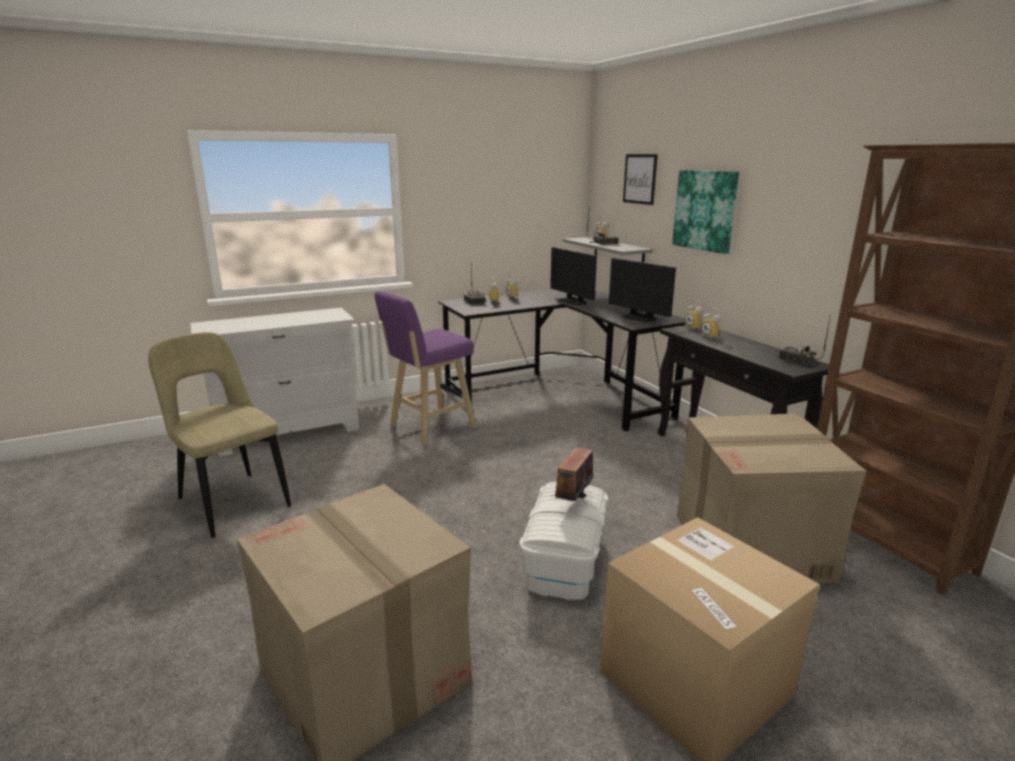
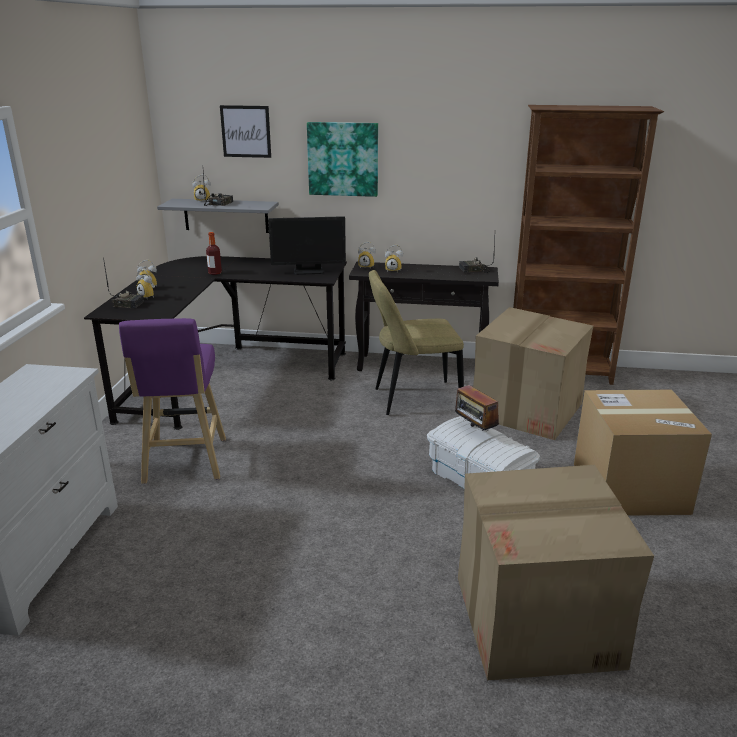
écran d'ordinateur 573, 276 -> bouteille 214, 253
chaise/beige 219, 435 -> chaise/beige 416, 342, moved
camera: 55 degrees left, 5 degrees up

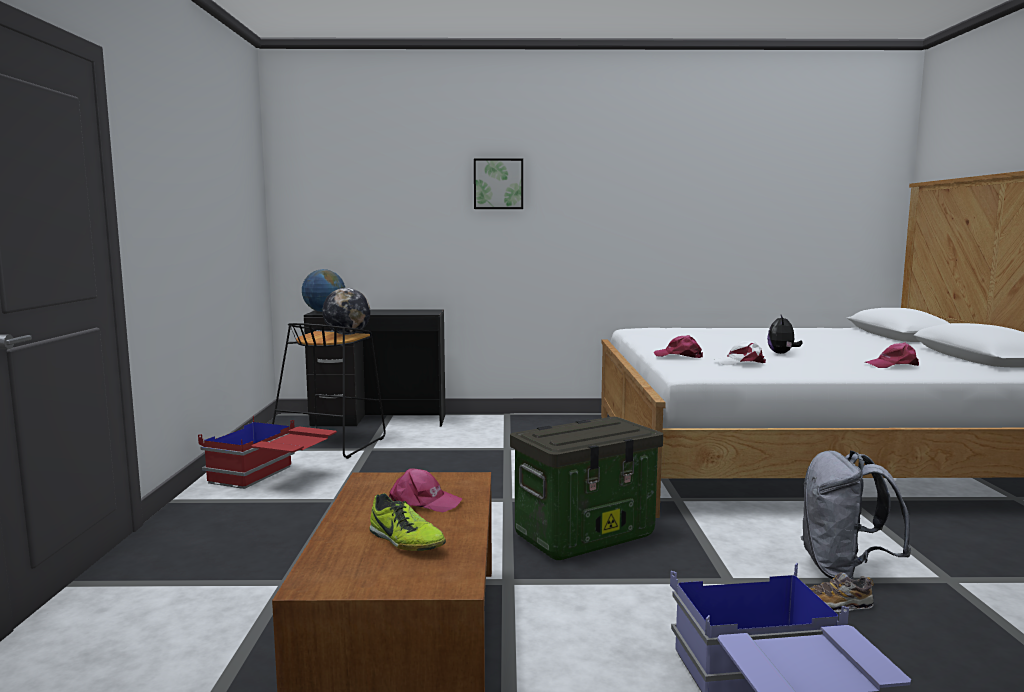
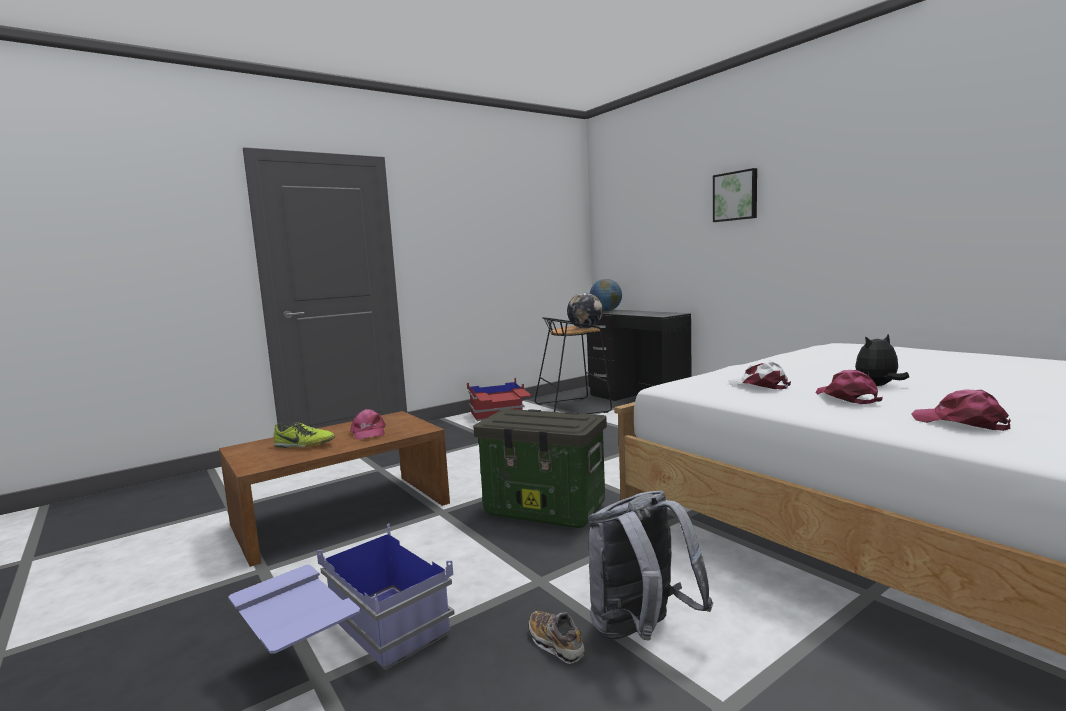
chaussure 408, 522 -> chaussure 304, 435, 90 degrees counterclockwise
casquette/rose 678, 346 -> casquette/rose 849, 387, moved
camera: 55 degrees right, 0 degrees up

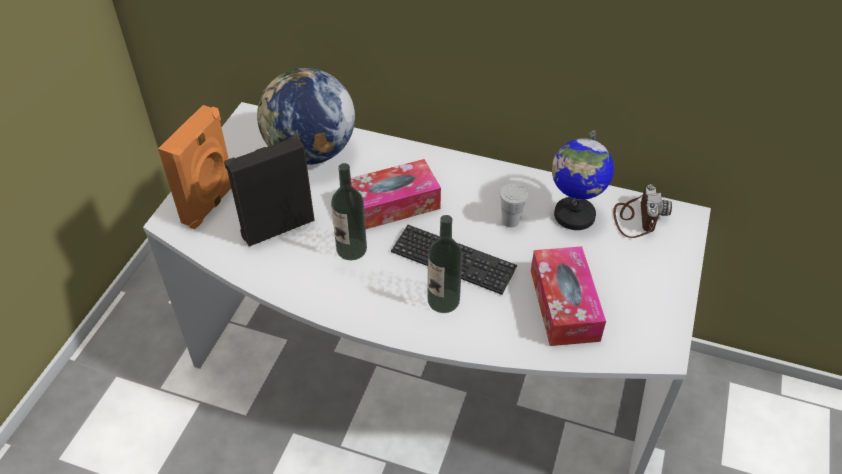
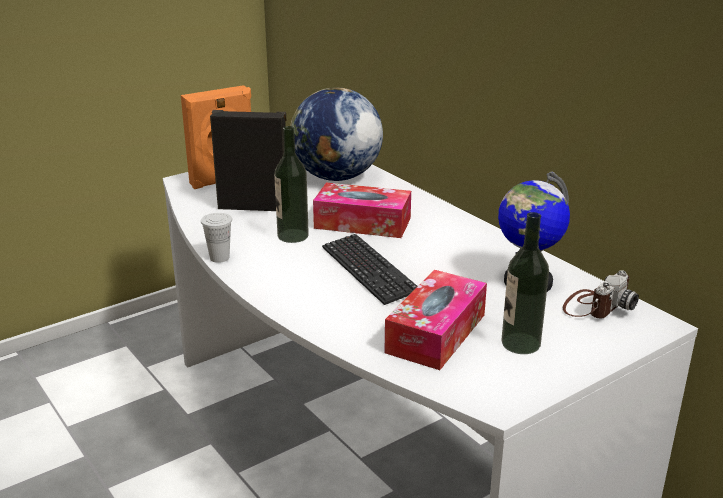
tasse/blanc 513, 205 -> tasse/blanc 216, 238, moved
bouteille 445, 264 -> bouteille 525, 283, moved
camera: 35 degrees right, 20 degrees down

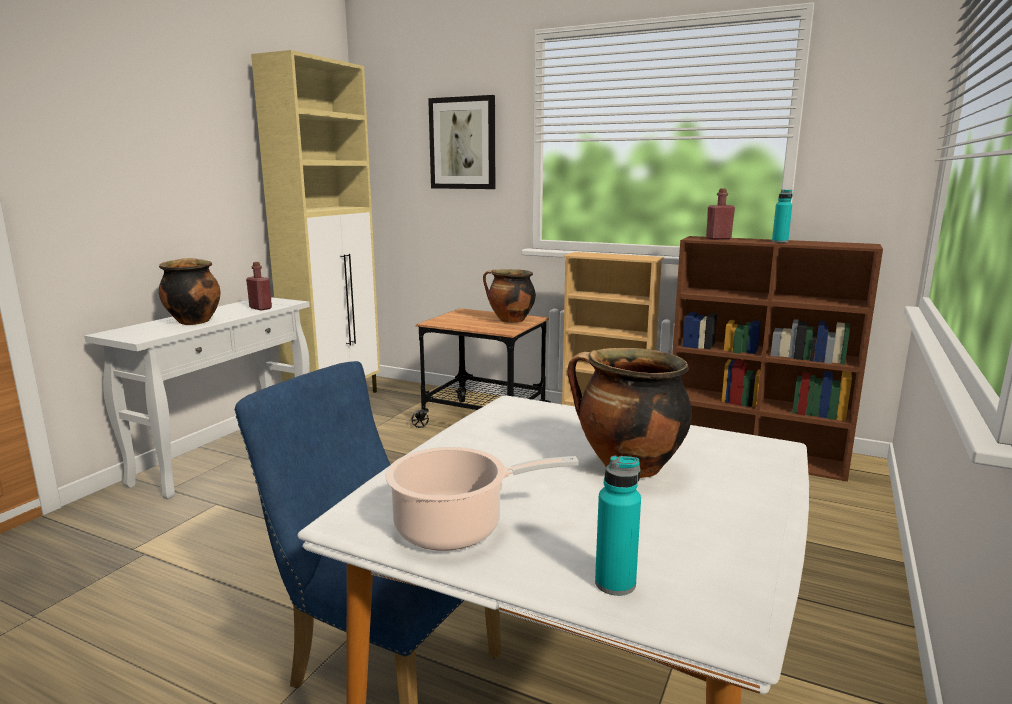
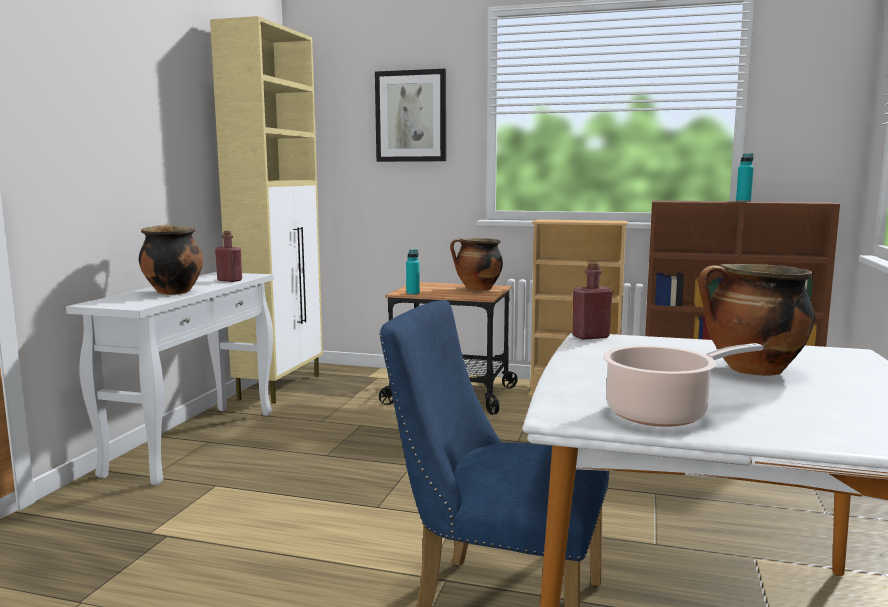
bouteille/turquoise 618, 526 -> bouteille/turquoise 413, 272, moved
bouteille/rouge 720, 214 -> bouteille/rouge 592, 301, moved
camera: 10 degrees left, 5 degrees down

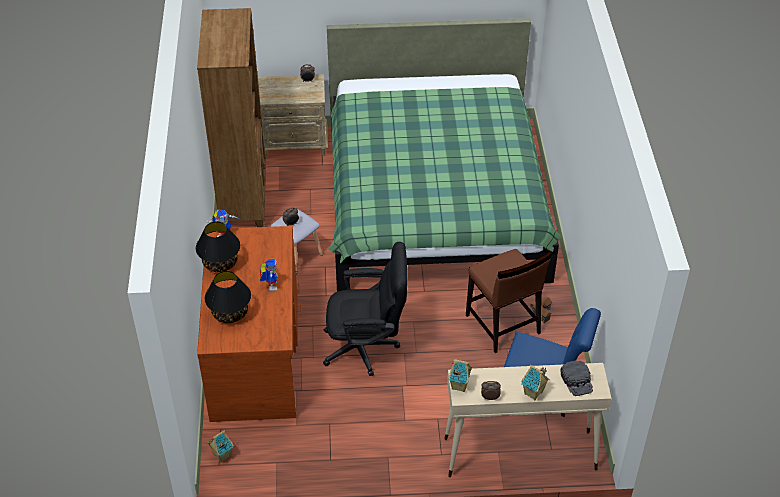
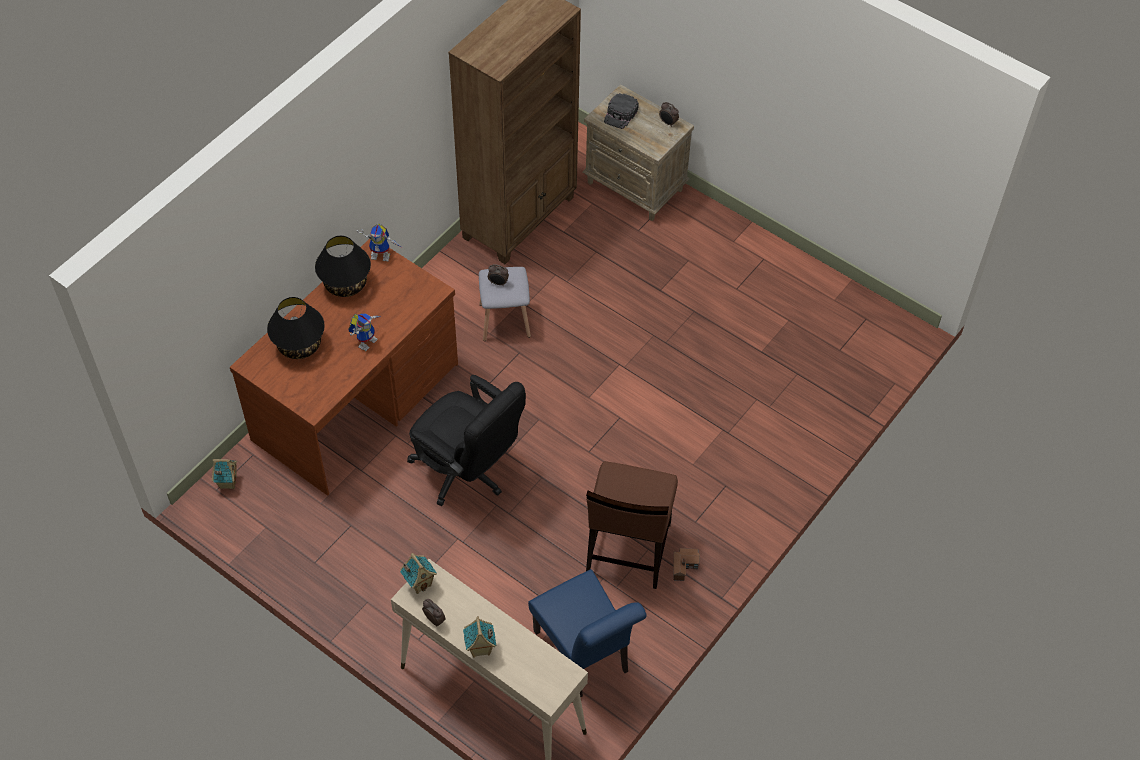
casquette/noir 576, 378 -> casquette/noir 621, 111, moved
lit/vert 444, 155 -> none
camera: 40 degrees right, 10 degrees up

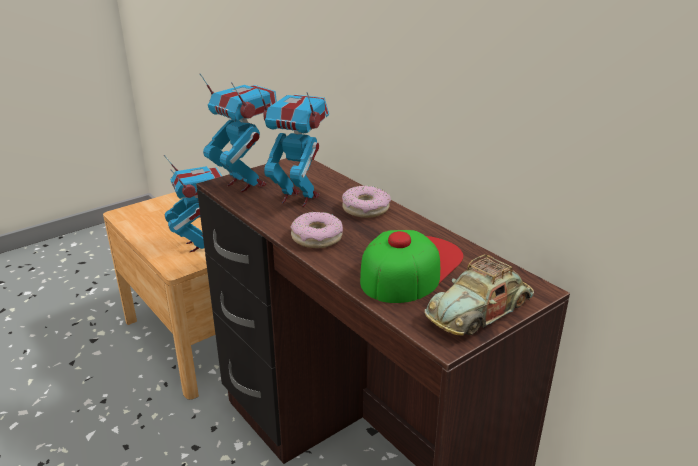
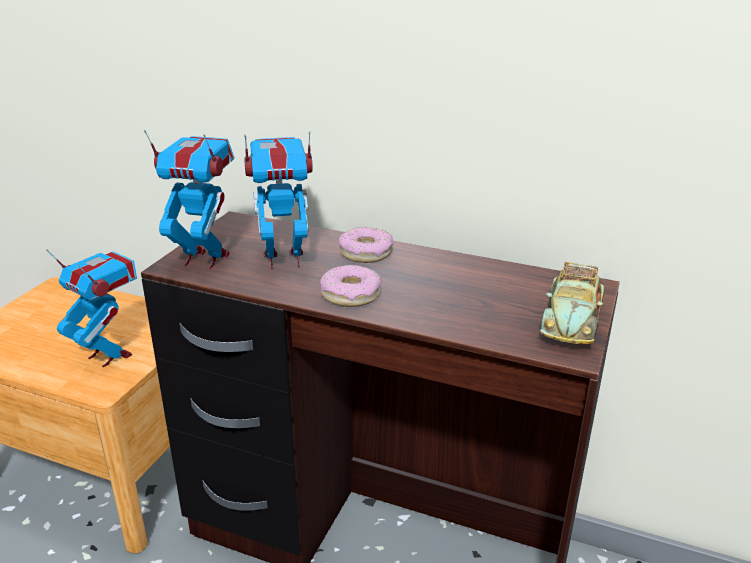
casquette 411, 266 -> none
camera: 30 degrees left, 0 degrees up

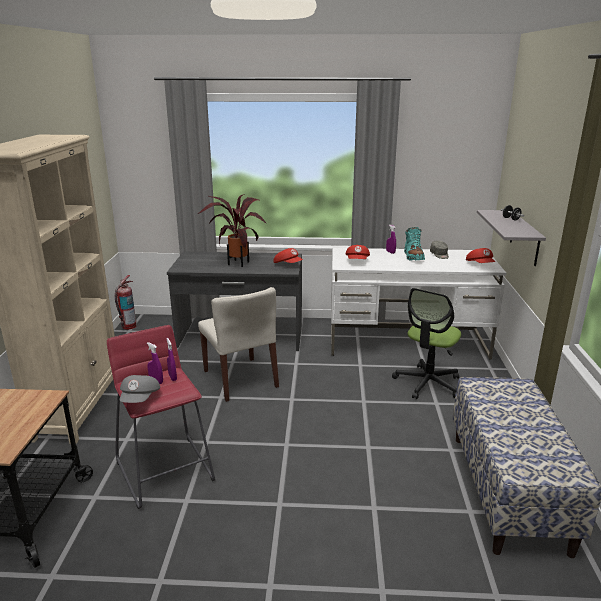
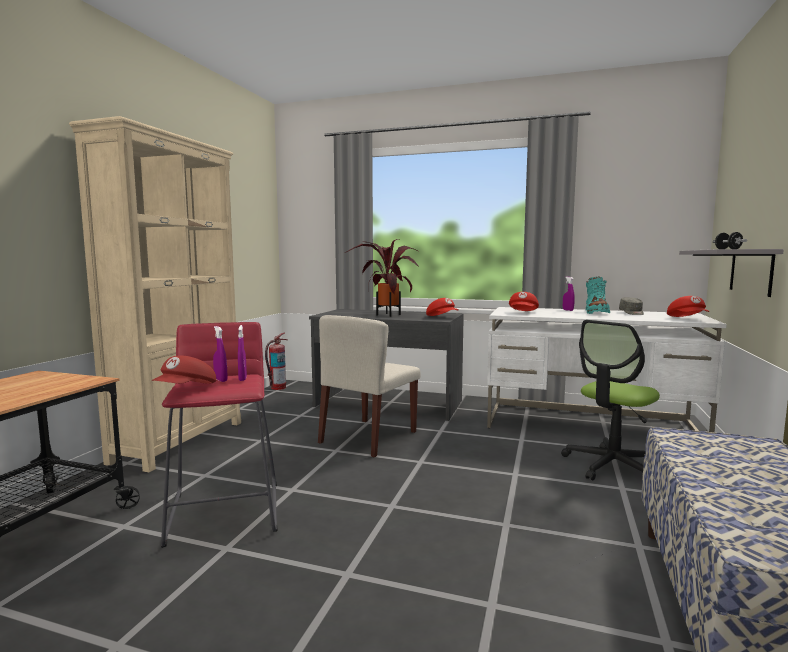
casquette/gris 139, 389 -> casquette/rouge 184, 369
chaise/beige 238, 344 -> chaise/beige 369, 386, 45 degrees clockwise
camera: 15 degrees right, 15 degrees down

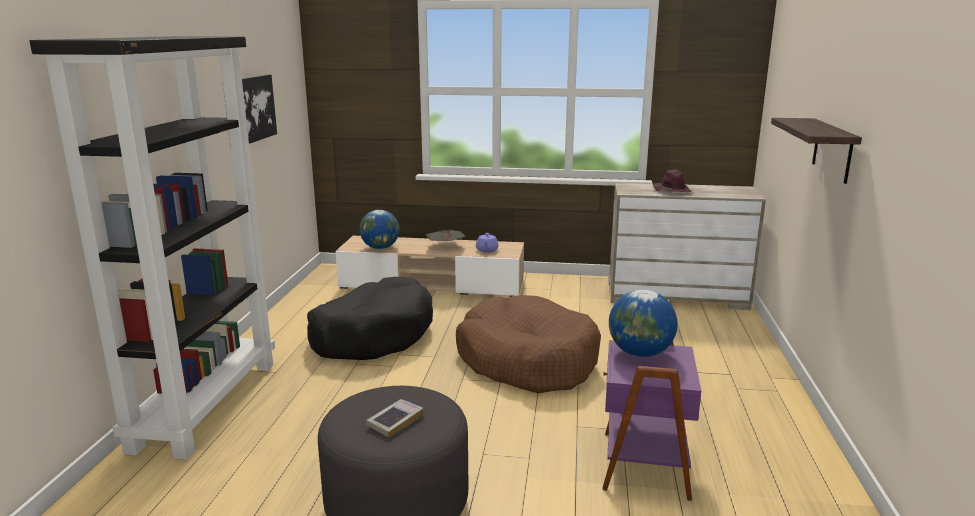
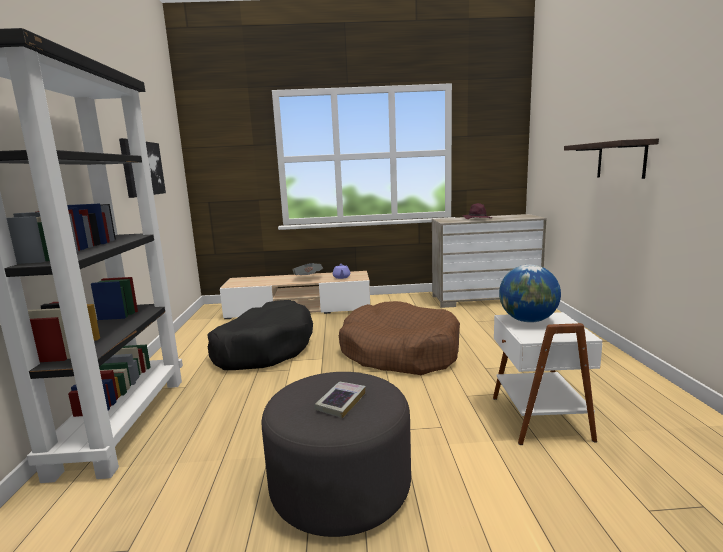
table d'appoint/violet 652, 420 -> table d'appoint/blanc 548, 378
globe 379, 229 -> none
camera: 10 degrees left, 5 degrees down

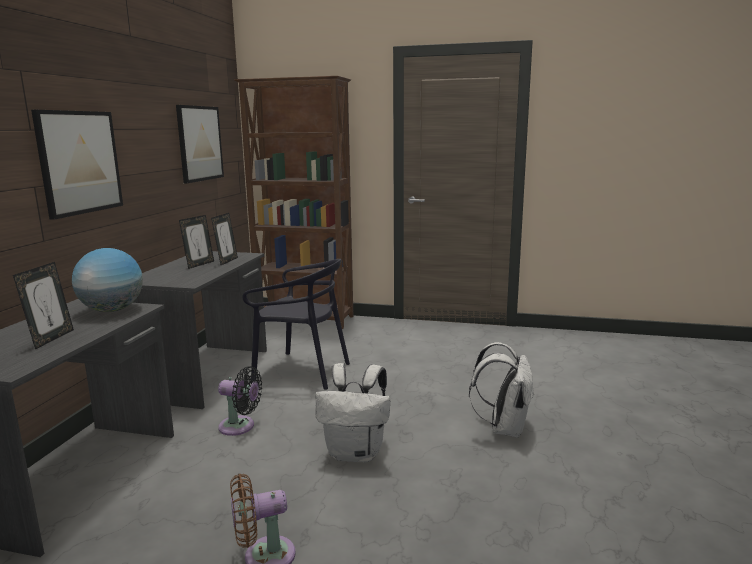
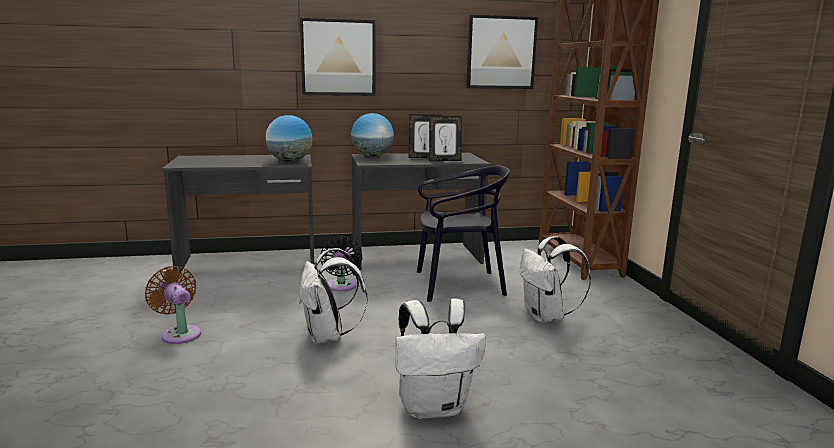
none -> globe 372, 135
chaise/noir 296, 324 -> chaise/noir 463, 234, 90 degrees counterclockwise
none -> sac à dos/blanc 555, 279
cadre photo 43, 306 -> none
camera: 65 degrees right, 0 degrees up

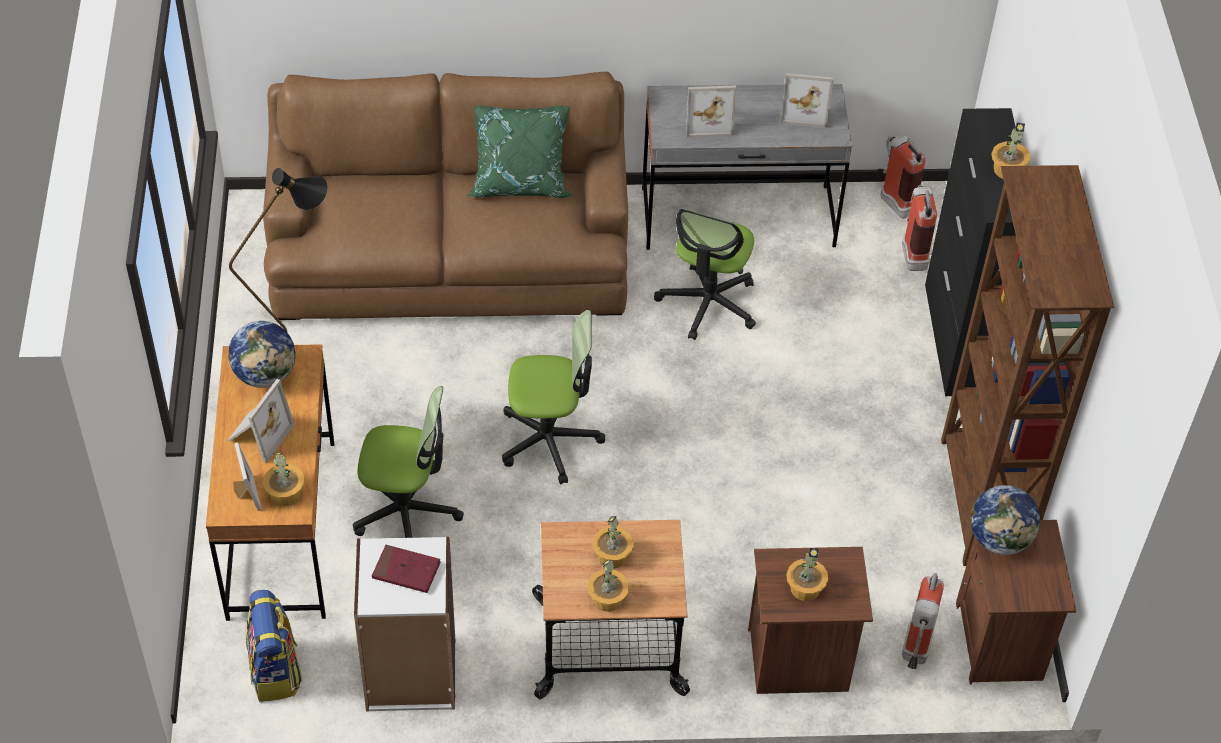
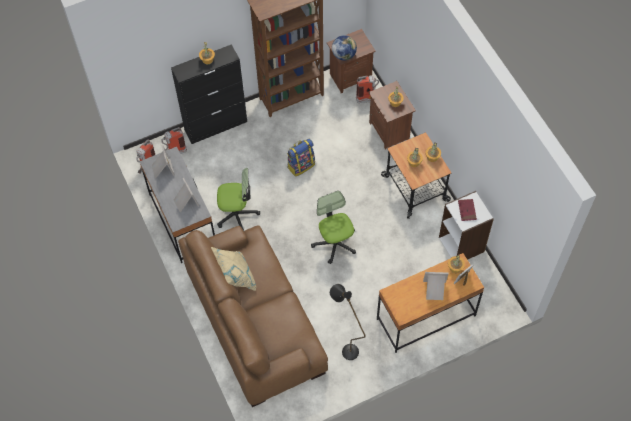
coussin/vert 520, 151 -> coussin/beige 233, 269
sac à dos 274, 646 -> sac à dos 301, 158, moved
globe 261, 354 -> none
chaise de bureau 408, 462 -> none
camera: 110 degrees left, 10 degrees up

